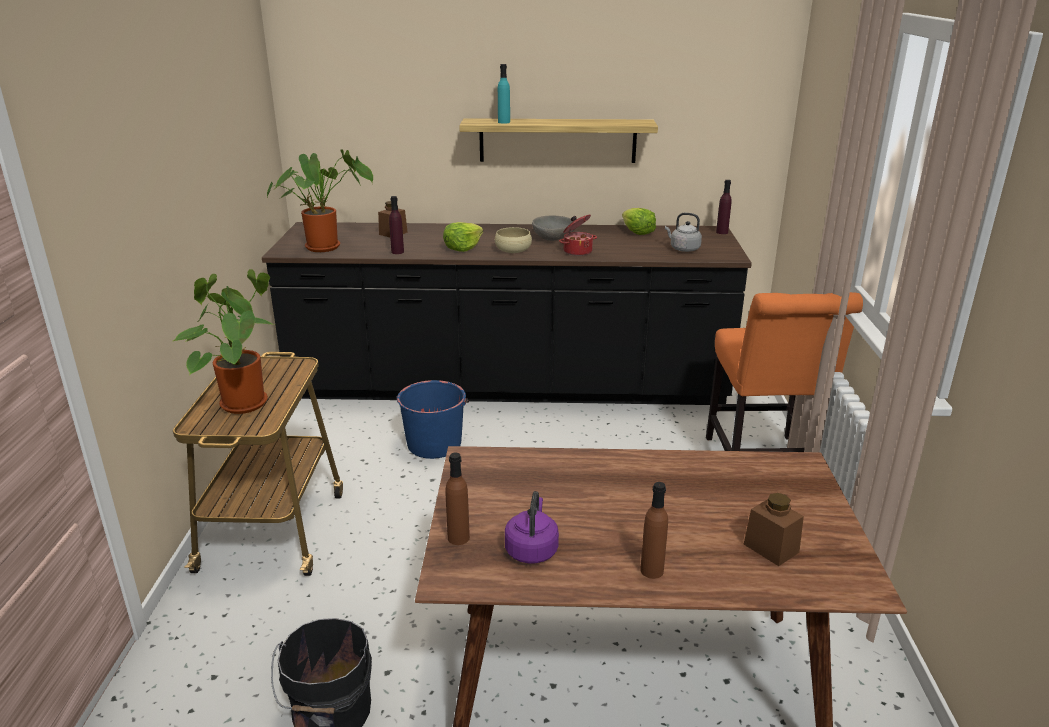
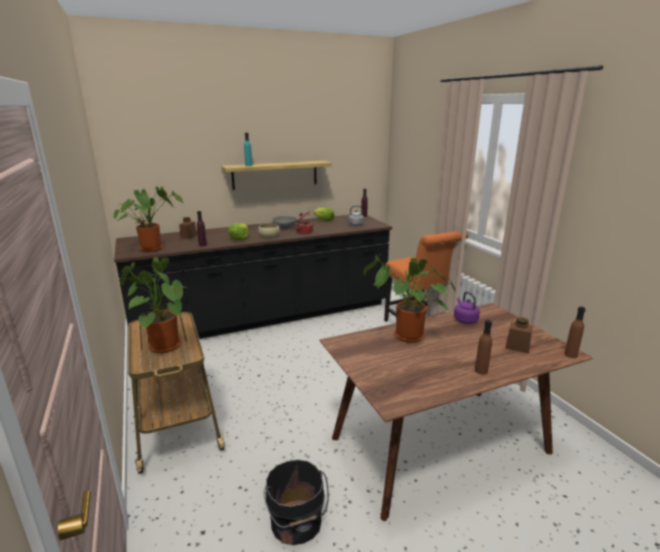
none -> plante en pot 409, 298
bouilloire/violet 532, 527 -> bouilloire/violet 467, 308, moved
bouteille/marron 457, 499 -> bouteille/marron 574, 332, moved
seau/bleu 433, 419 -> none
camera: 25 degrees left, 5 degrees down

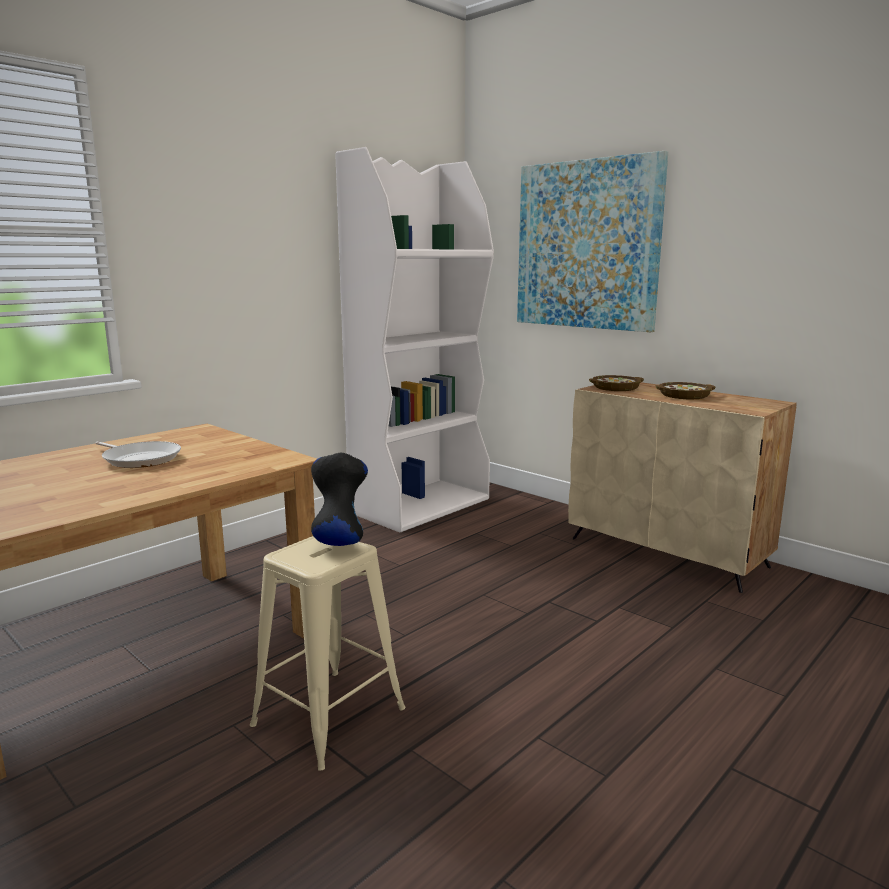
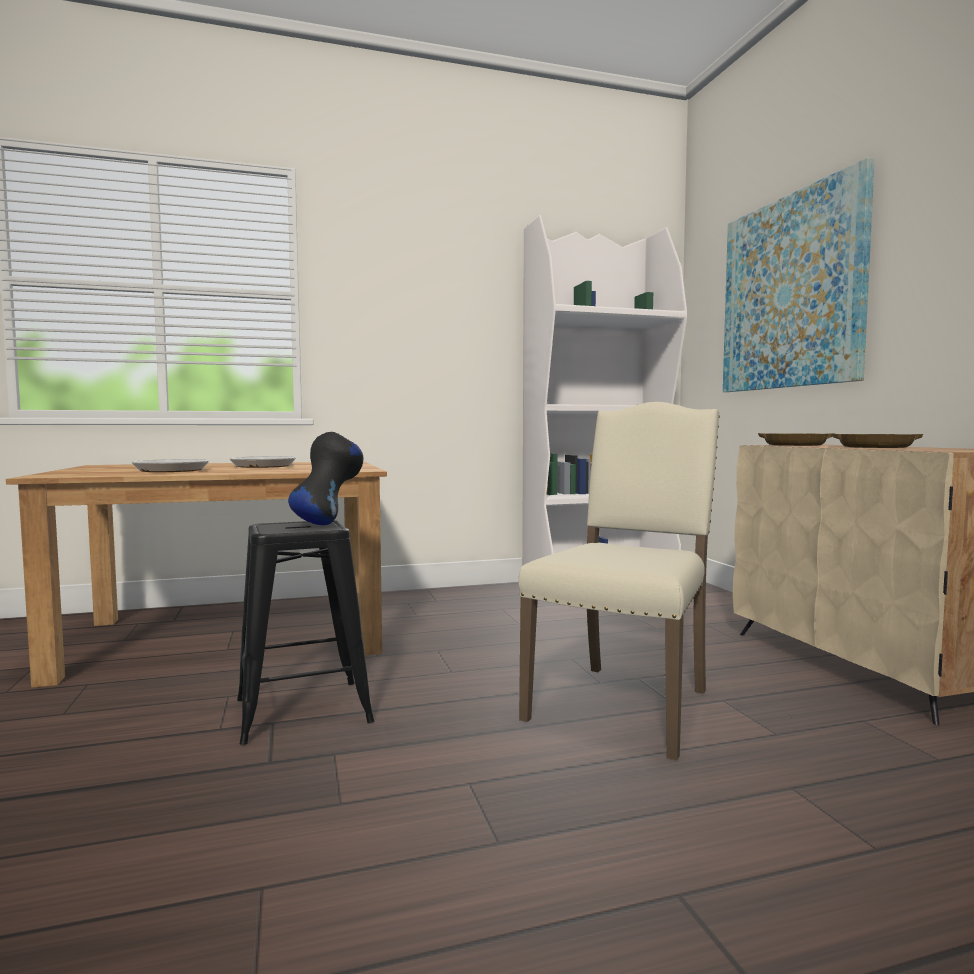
none -> poêle 170, 465
tabouret/beige 327, 653 -> tabouret/noir 305, 632
none -> chaise/beige 619, 581
camera: 30 degrees right, 10 degrees down

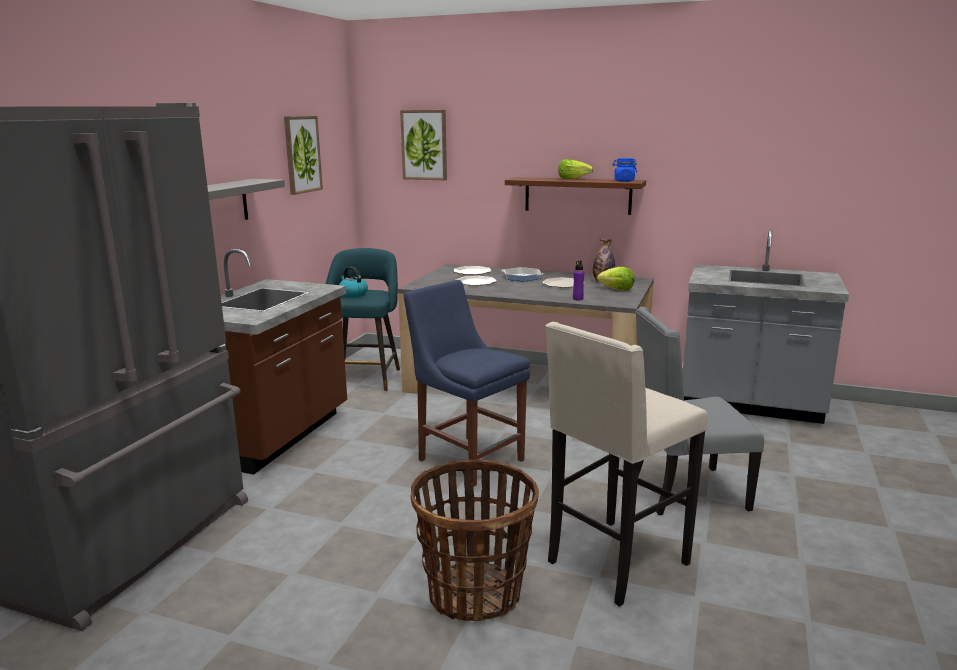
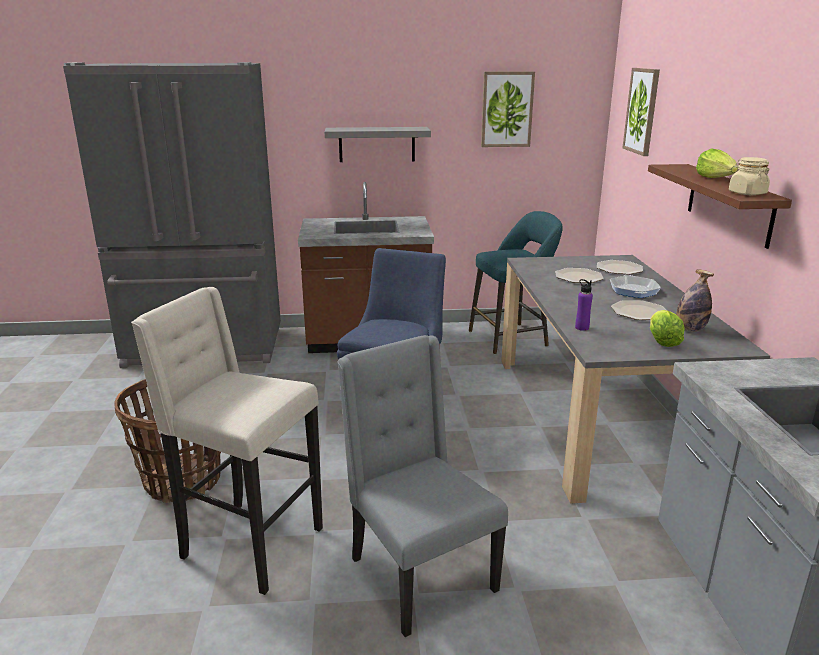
bocal/bleu 624, 170 -> bocal/beige 749, 176
bouilloire 353, 282 -> none
camera: 65 degrees right, 5 degrees up

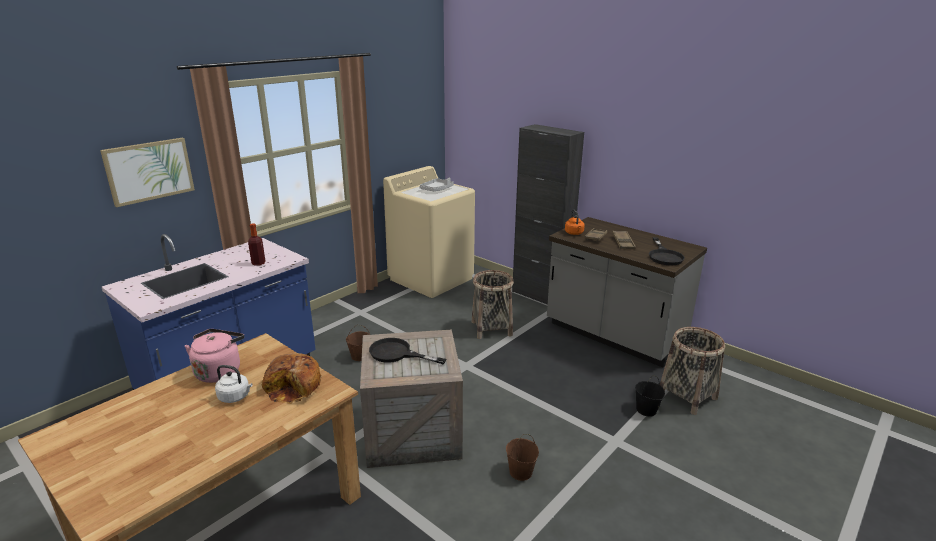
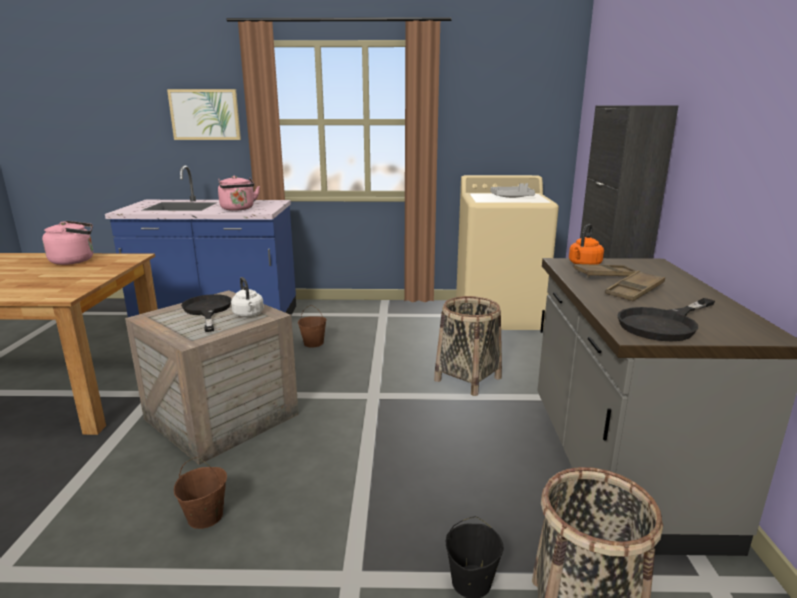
bouteille 256, 244 -> bouilloire/rose 239, 193
bouilloire/blanc 234, 384 -> bouilloire/blanc 247, 297, moved
pain 292, 378 -> none
camera: 50 degrees right, 5 degrees down

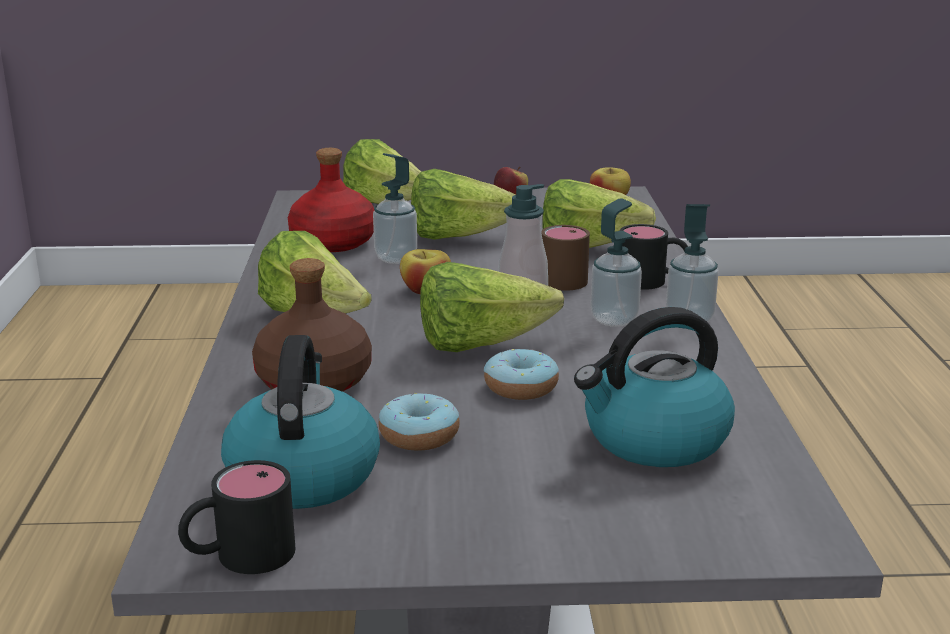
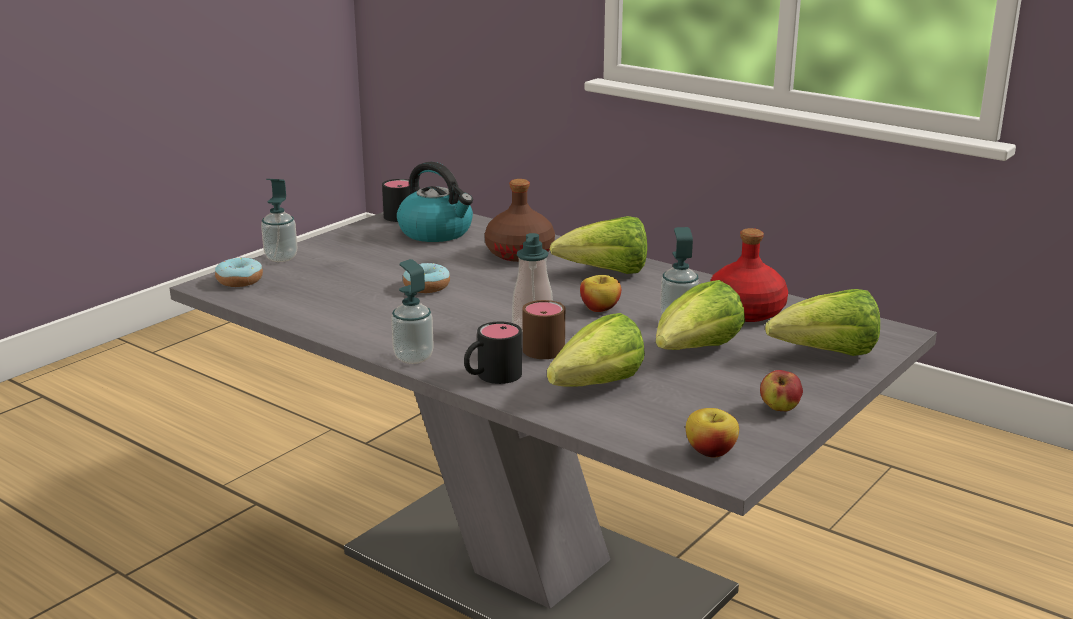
beignet 419, 422 -> beignet 239, 272, moved
distributeur de savon 616, 262 -> distributeur de savon 279, 220, moved
laitue 492, 307 -> none
bouilloire 654, 387 -> none
camera: 130 degrees right, 0 degrees up

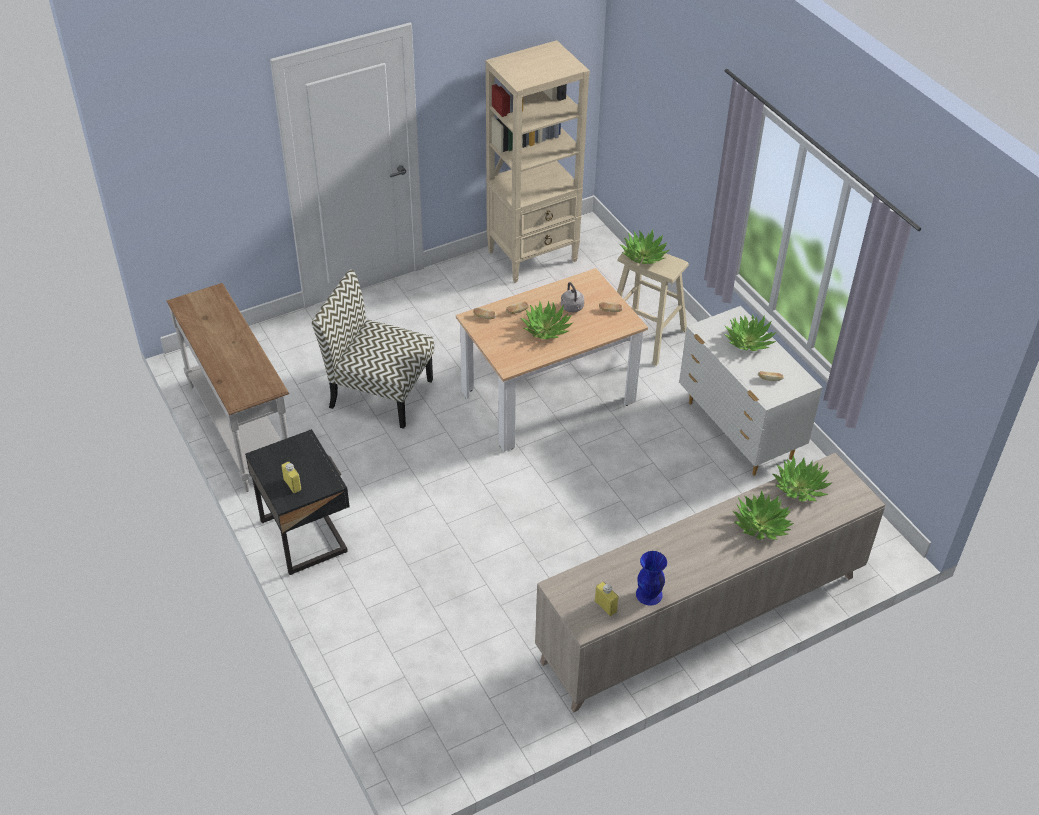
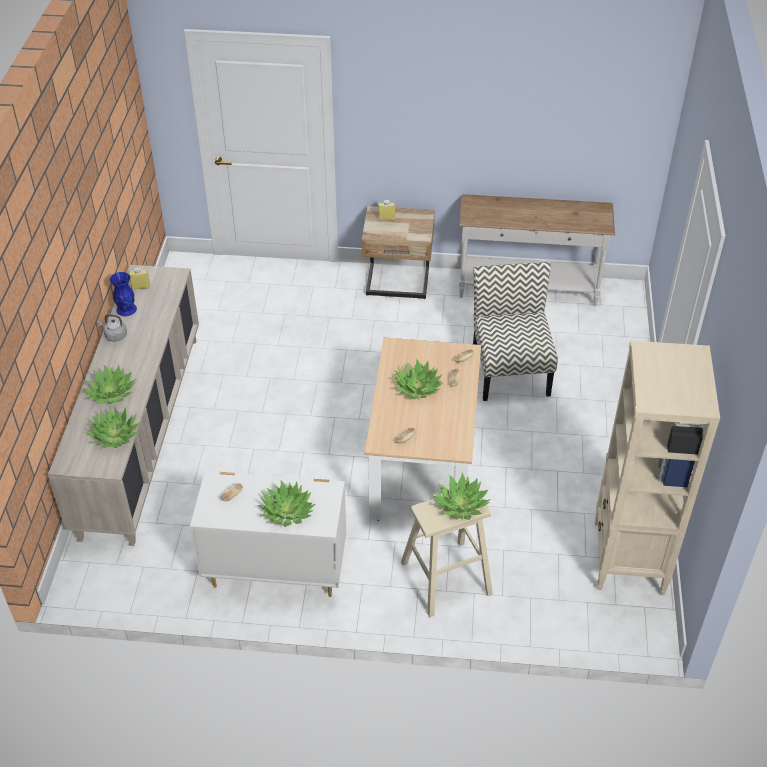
bouilloire/gris 572, 297 -> bouilloire/gris 112, 327, moved
table de chevet/noir 297, 502 -> table de chevet/beige 398, 252
chaise 373, 349 -> chaise 515, 331, 60 degrees counterclockwise
camera: 125 degrees right, 0 degrees up

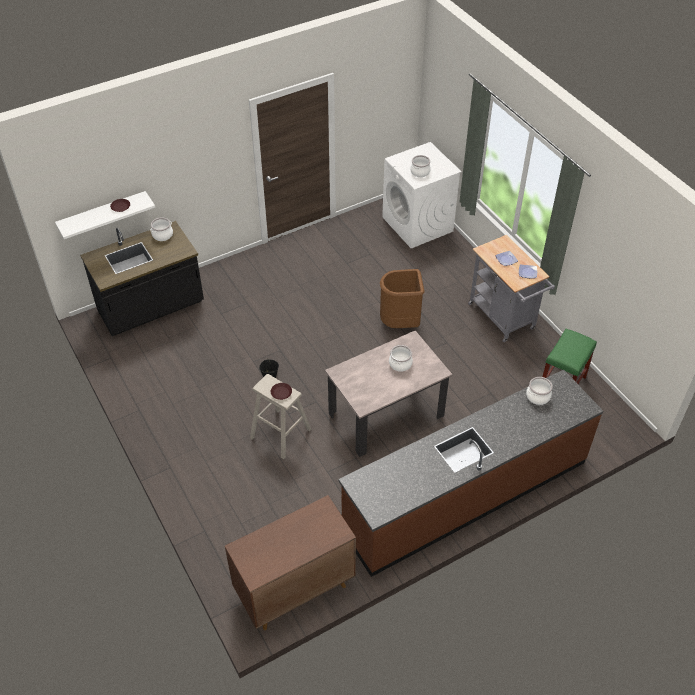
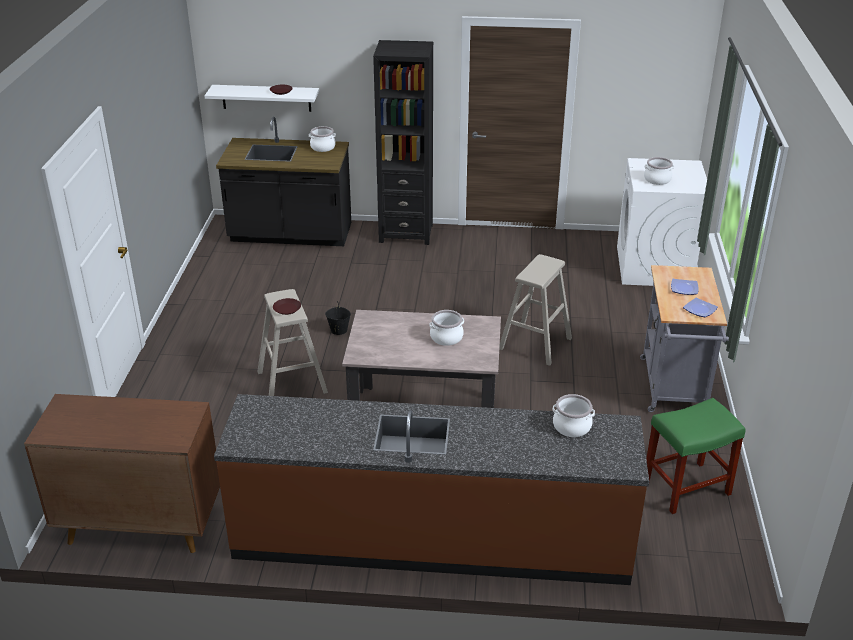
none -> bibliothèque/noir 403, 142
poubelle/marron 402, 298 -> tabouret/beige 535, 310
camera: 35 degrees right, 15 degrees down

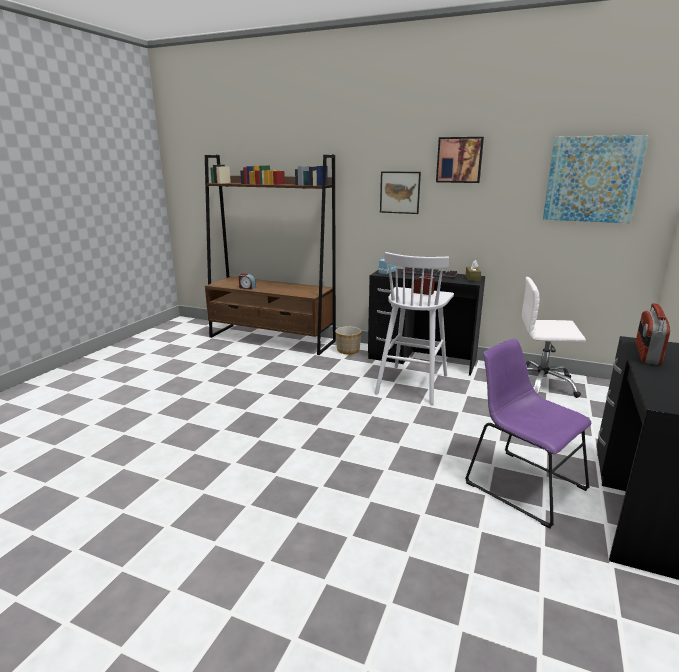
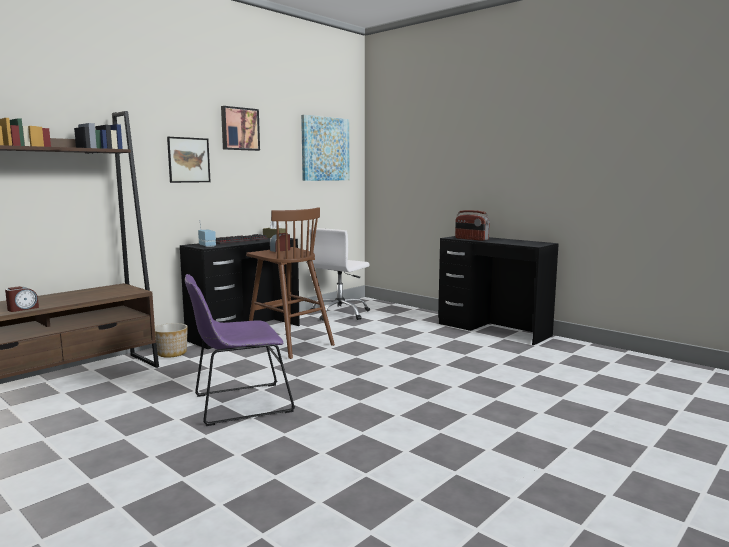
chaise/violet 528, 433 -> chaise/violet 240, 350, moved
tabouret/blanc 414, 328 -> tabouret/marron 290, 283
camera: 70 degrees left, 10 degrees down

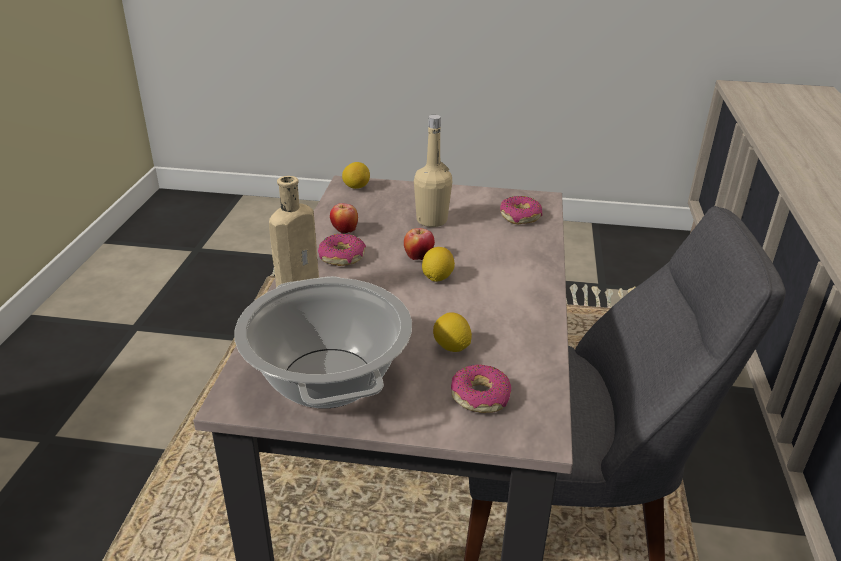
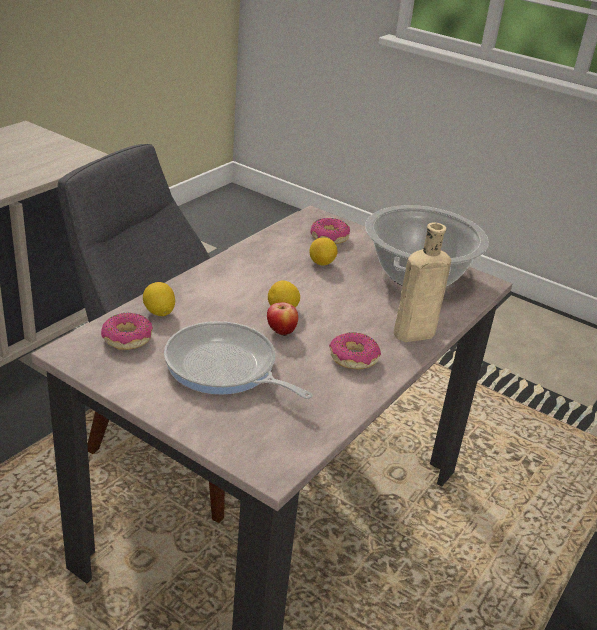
citron 356, 175 -> citron 159, 299, moved
bouteille/beige 433, 171 -> poêle 238, 360
pomme 344, 218 -> none
camera: 155 degrees left, 0 degrees up

